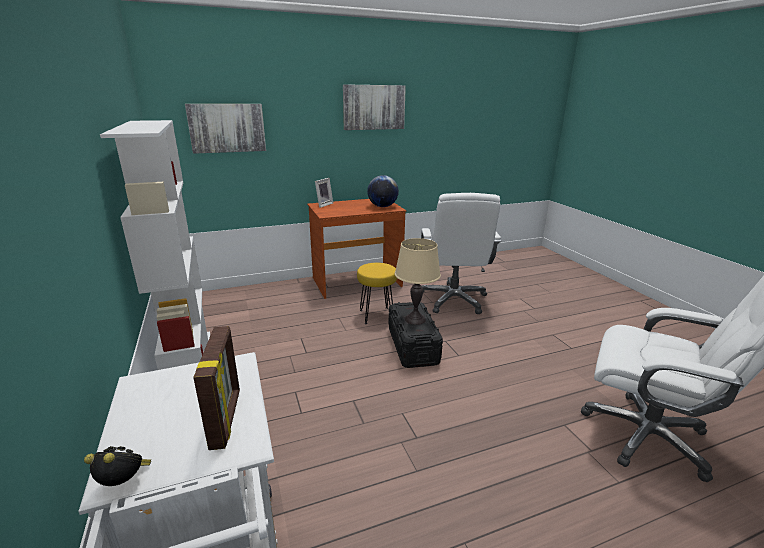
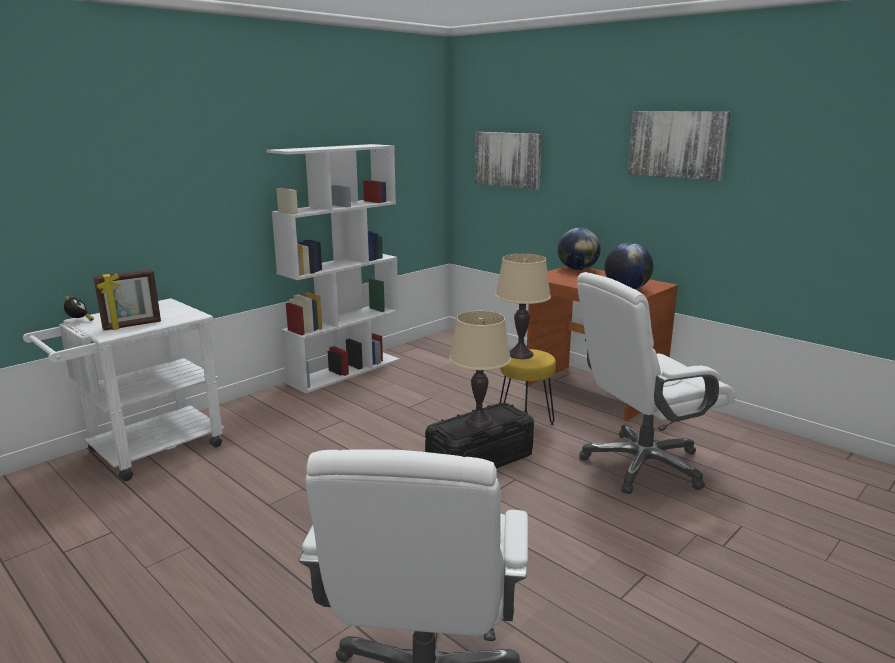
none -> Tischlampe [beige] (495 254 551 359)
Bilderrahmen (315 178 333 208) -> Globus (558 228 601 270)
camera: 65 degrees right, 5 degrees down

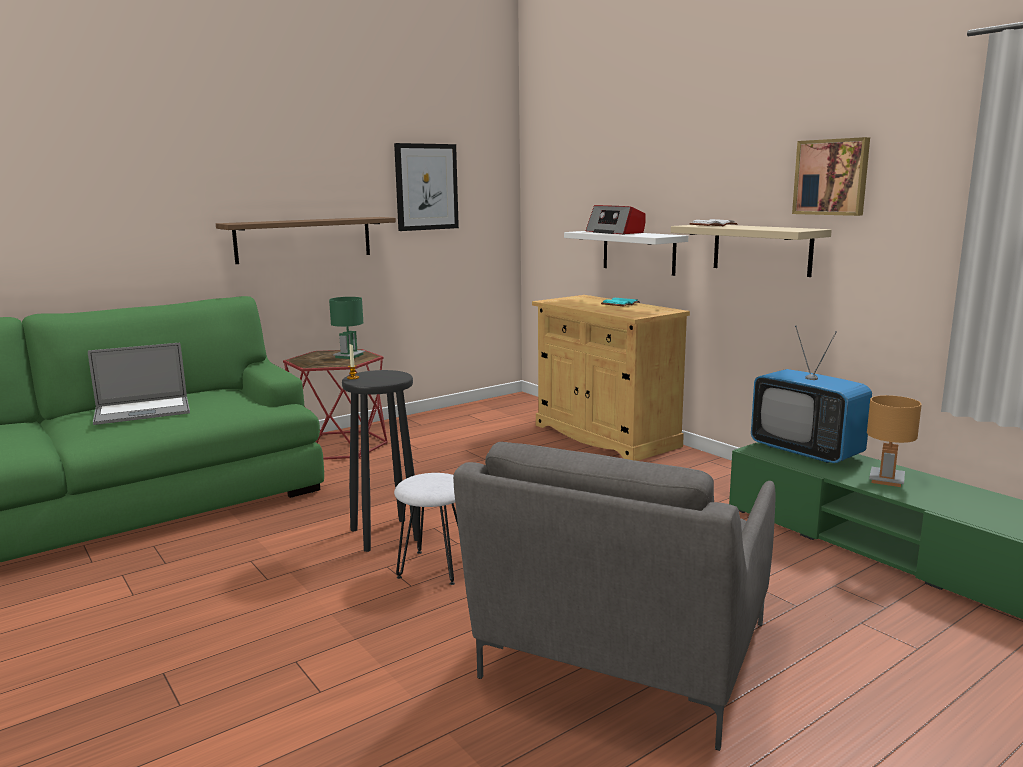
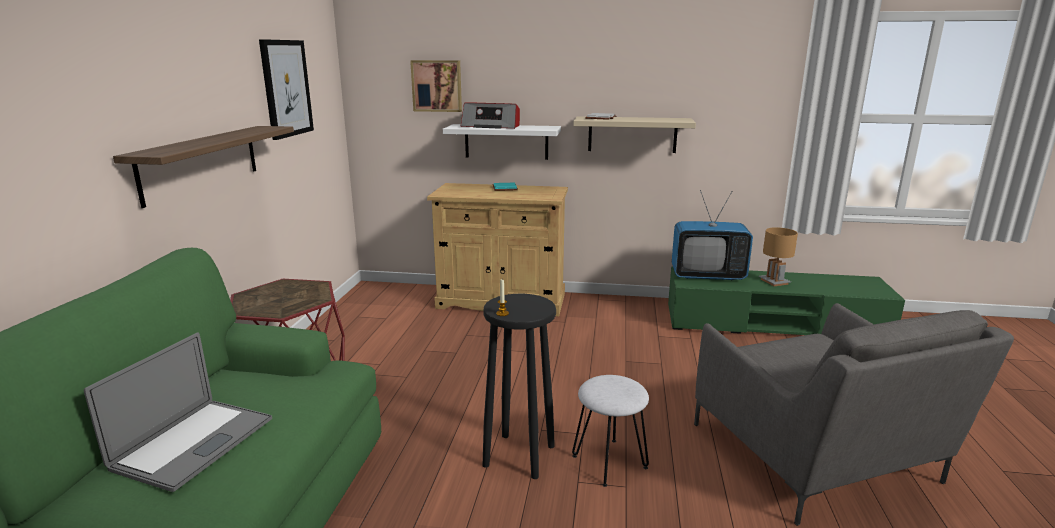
Bild (792 137 870 216) -> Bild (410 60 462 112), shifted
Tischlampe [grün] (329 297 365 359) -> none
camera: 45 degrees left, 5 degrees up

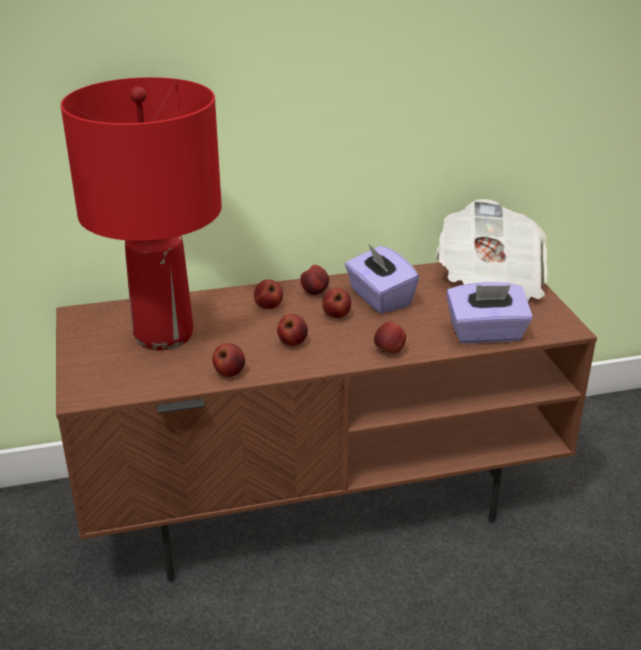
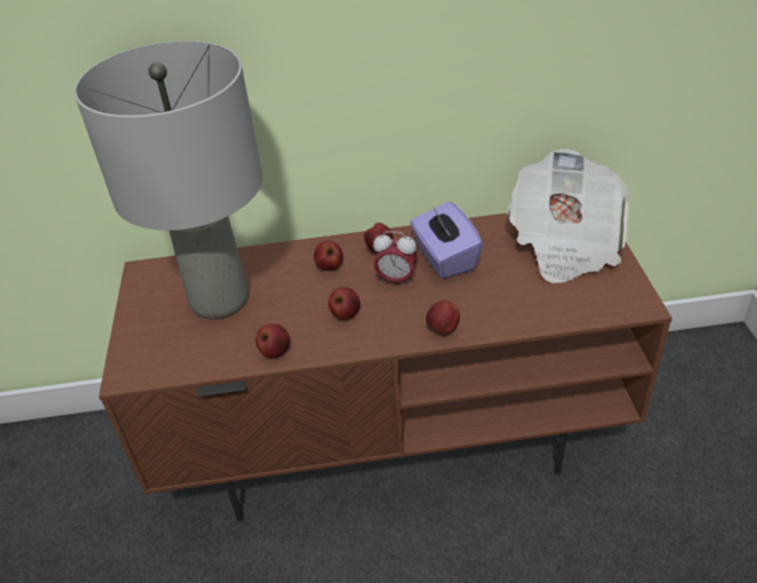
Tischlampe [rot] (61 77 222 350) -> Tischlampe [grau] (74 41 263 320)
Apfel (322 288 351 318) -> Wecker (373 231 418 286)
Taschentuchbox [lila] (446 282 533 343) -> none
camera: 10 degrees right, 10 degrees up

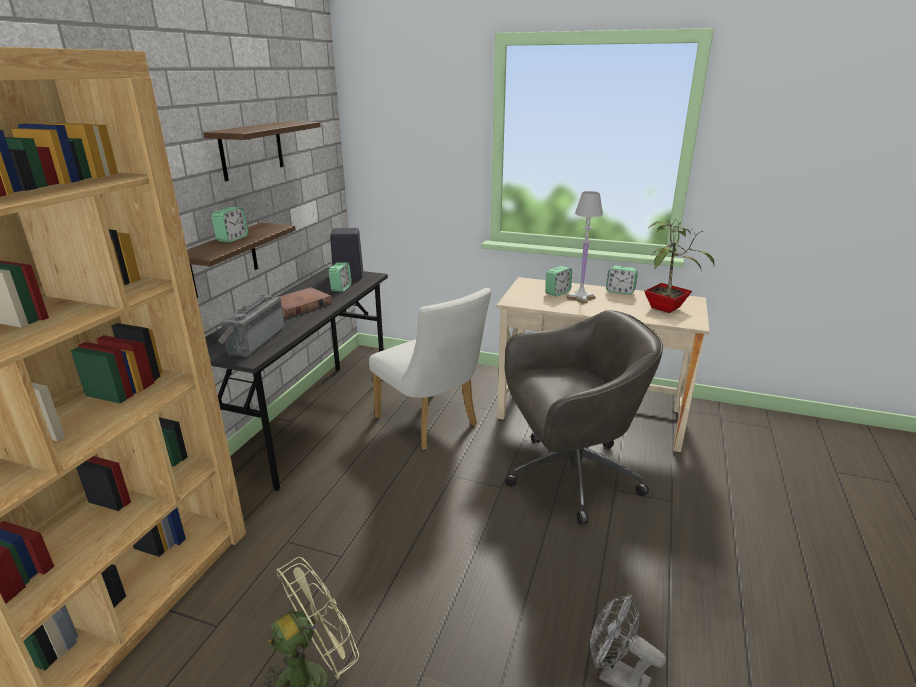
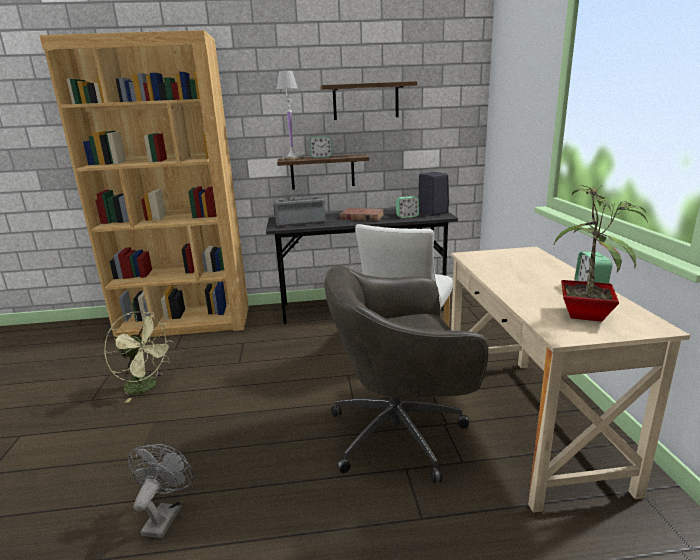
Tischlampe [weiß] (566 191 603 303) -> Tischlampe [weiß] (277 71 304 160), shifted
Bürostuhl [grau] (505 310 663 524) -> Bürostuhl [grau] (324 266 489 483), 120 degrees clockwise
Wecker (545 266 572 296) -> none
camera: 65 degrees right, 5 degrees down

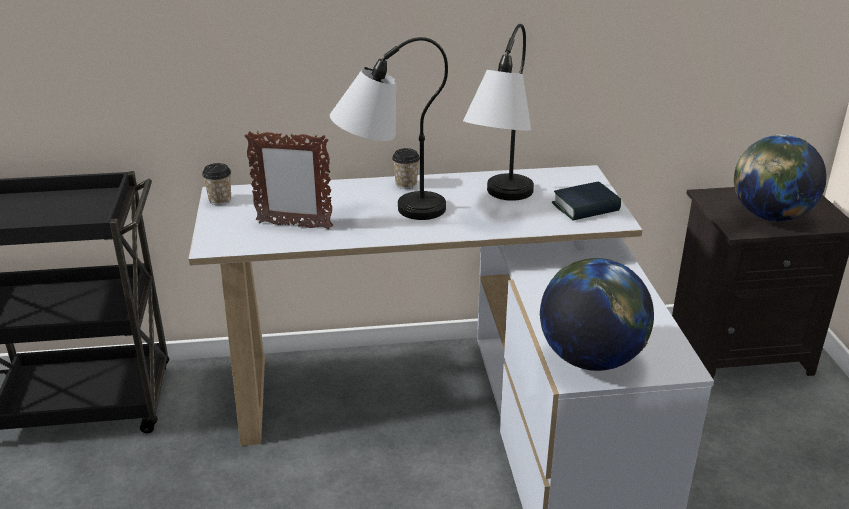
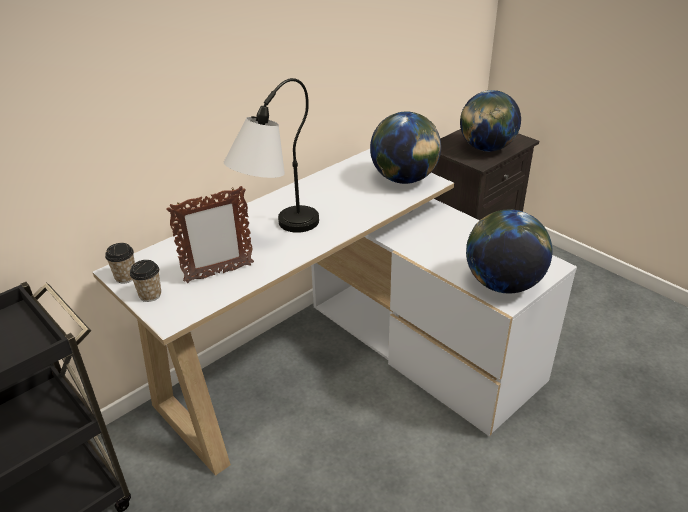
Tasse (392 148 420 189) -> Tasse (130 260 161 302), shifted
Buch (552 182 621 221) -> Globus (370 111 441 184)
Tischlampe (463 24 534 201) -> none
camera: 35 degrees left, 5 degrees up

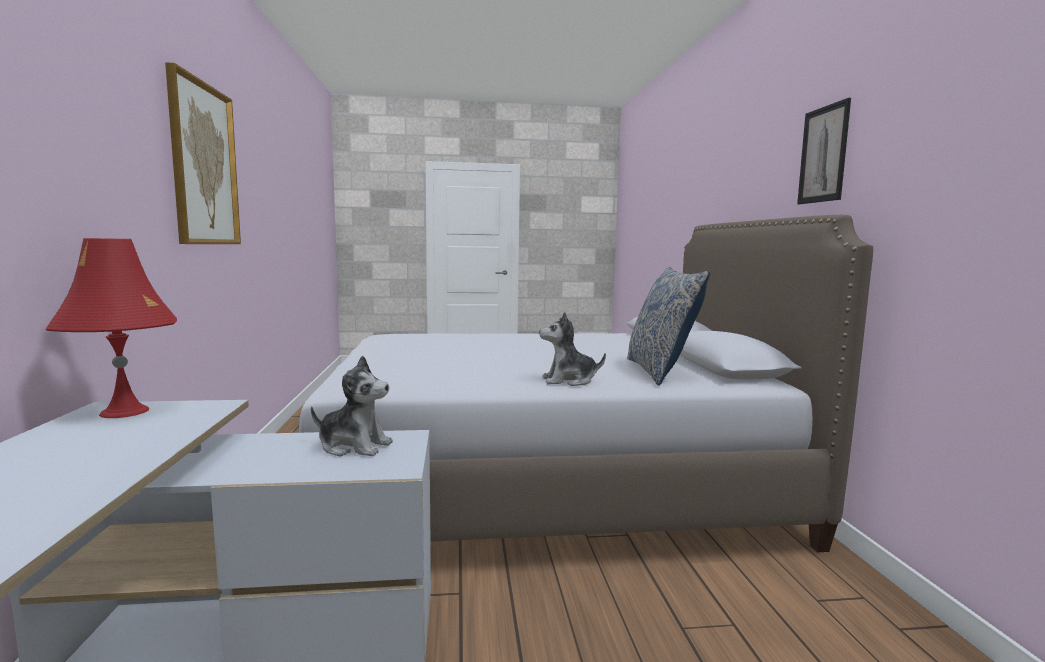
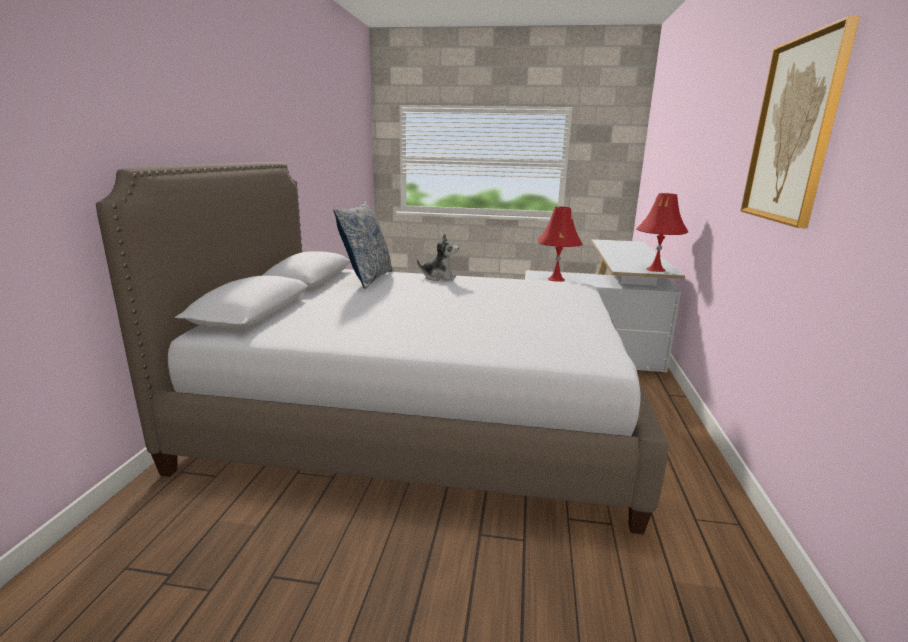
Plüschtier (311 356 393 456) -> Tischlampe [rot] (538 207 583 282)
Bild (797 98 851 204) -> none
camera: 165 degrees left, 10 degrees up

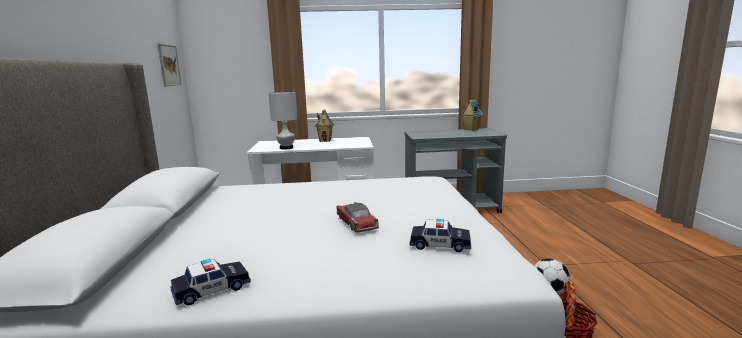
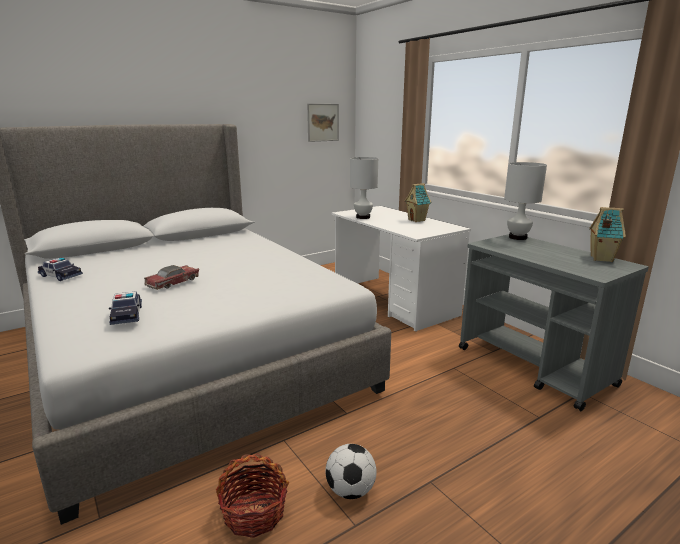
none -> Tischlampe [weiß] (505 162 547 240)
camera: 60 degrees right, 5 degrees up

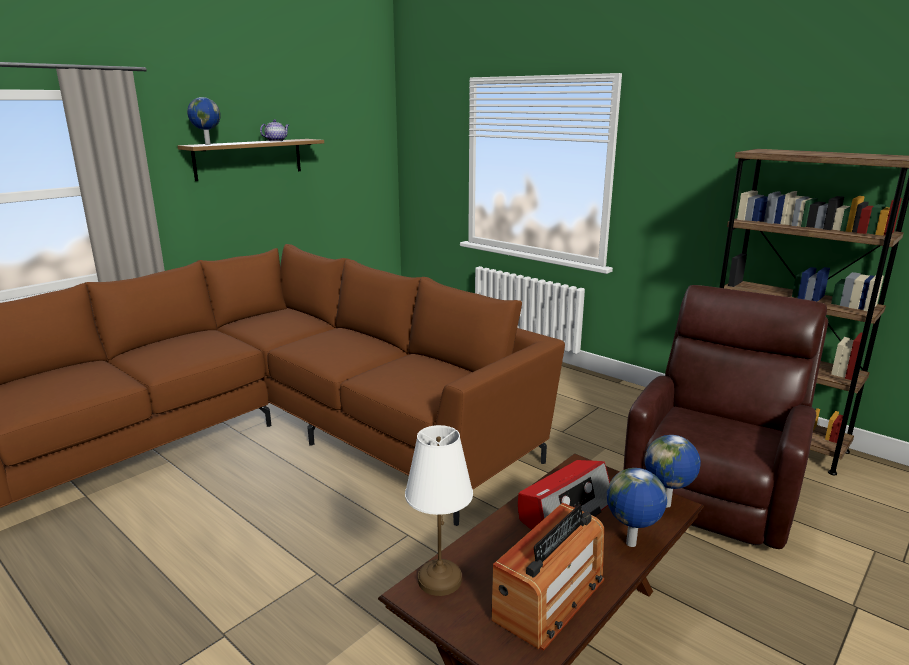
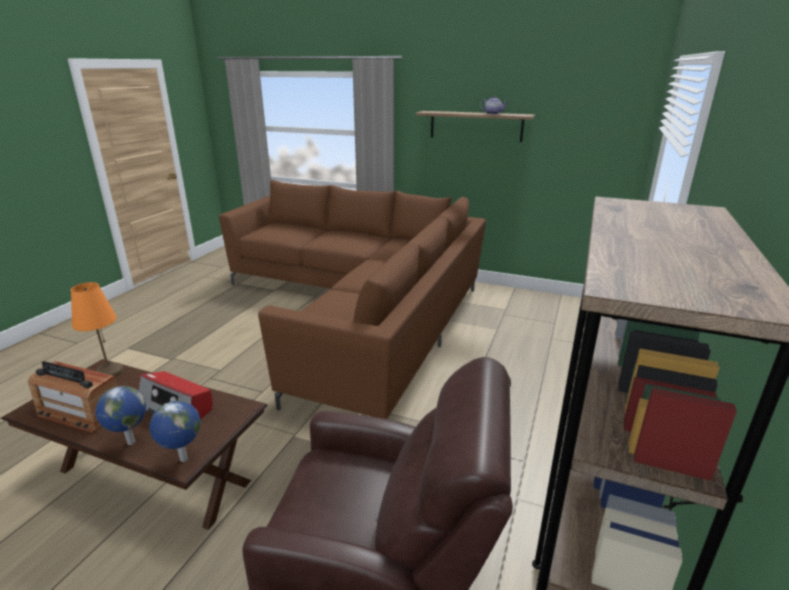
Tischlampe [weiß] (405 425 473 596) -> Tischlampe [orange] (71 282 124 377)
Globus (187 97 221 145) -> none
camera: 70 degrees right, 5 degrees up

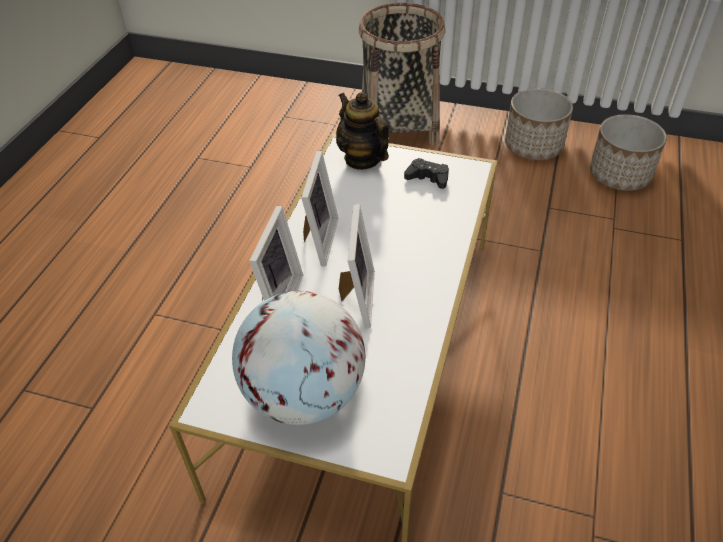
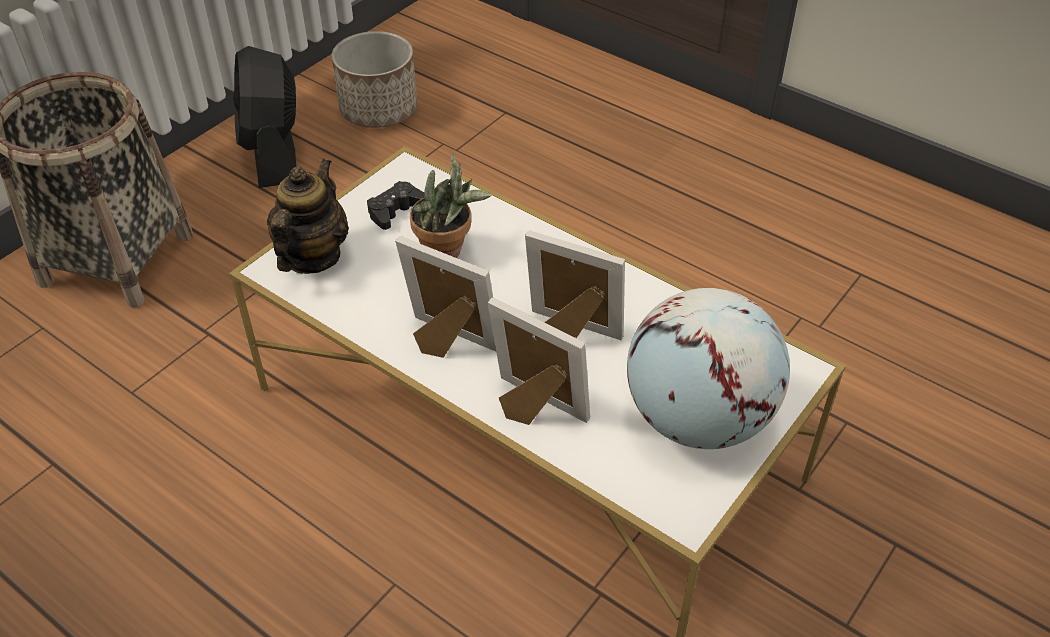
Pflanzkübel (505 88 573 160) -> Ventilator [schwarz] (233 46 296 188)
Teekanne (336 92 389 170) -> Teekanne (267 158 349 274), 120 degrees clockwise
none -> Topfpflanze (410 152 492 258)
camera: 70 degrees left, 0 degrees up

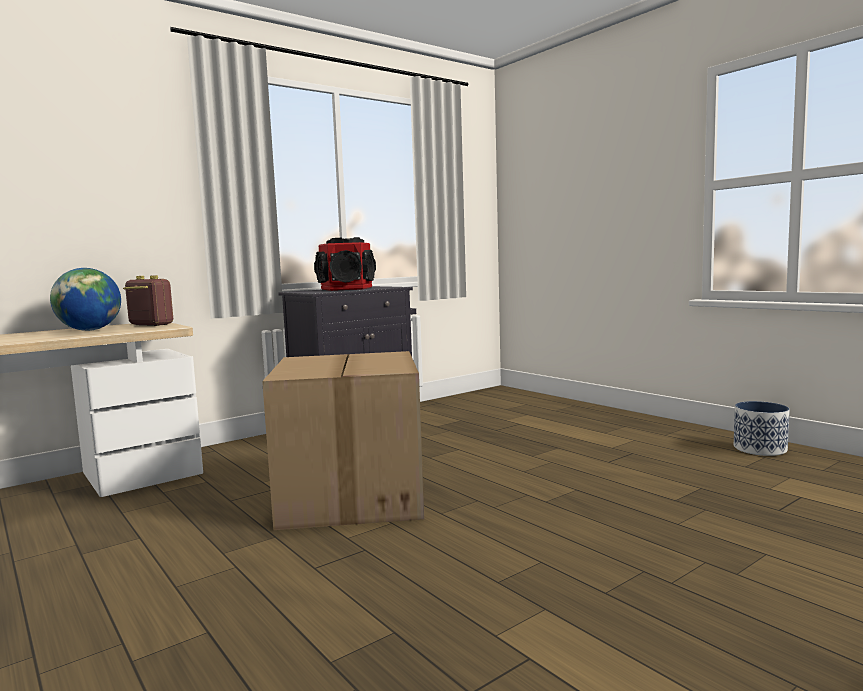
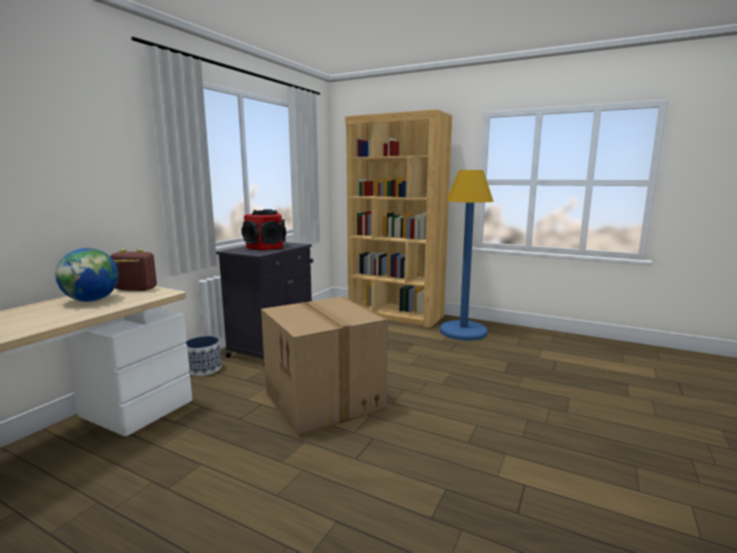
Pflanzkübel (734 401 789 456) -> Pflanzkübel (185 336 222 376), shifted
none -> Bücherregal [braun] (345 109 452 328)
none -> Stehlampe [blau] (440 170 493 341)
camera: 25 degrees left, 5 degrees up

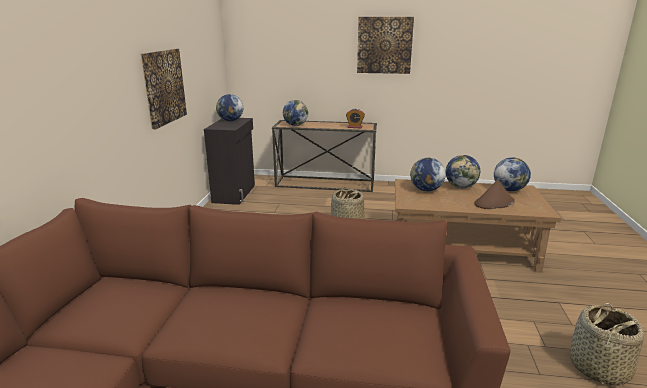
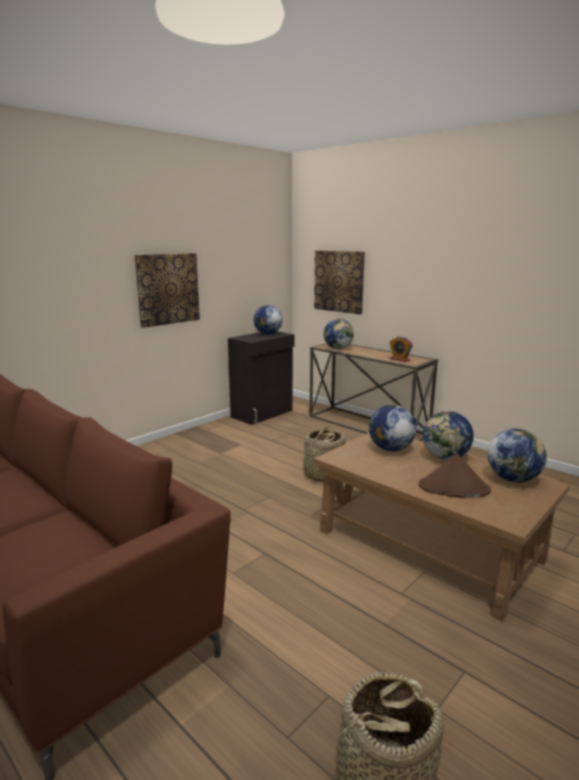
Bild (357 17 414 74) -> Bild (314 250 365 314), shifted
camera: 35 degrees right, 5 degrees down

